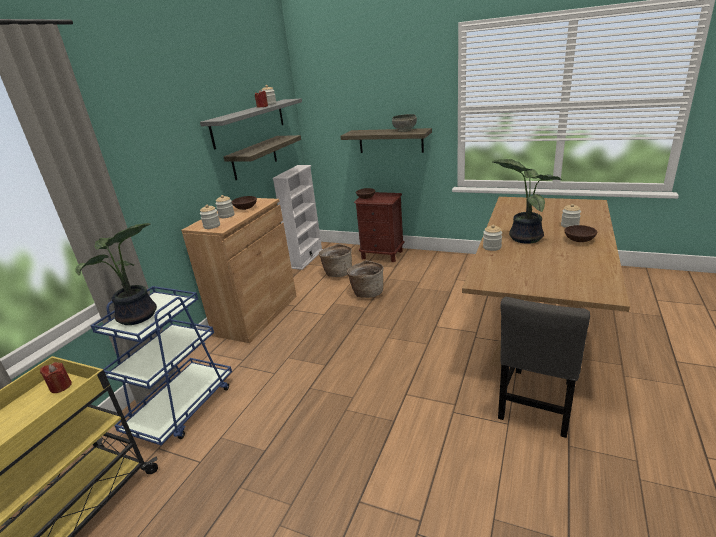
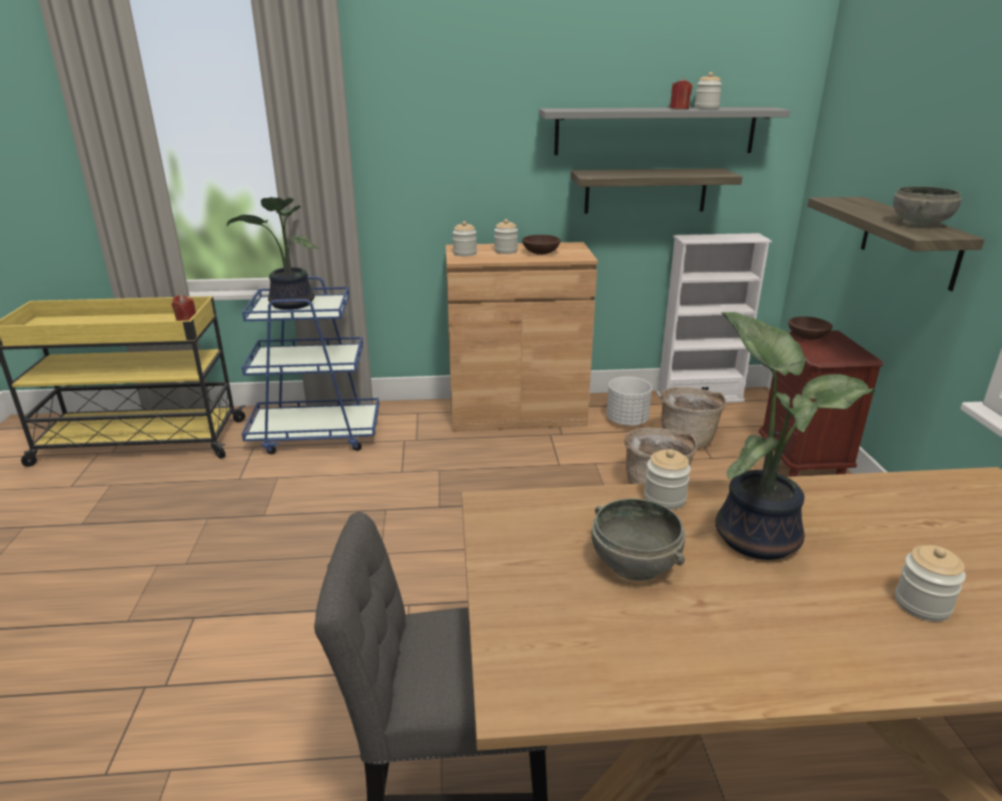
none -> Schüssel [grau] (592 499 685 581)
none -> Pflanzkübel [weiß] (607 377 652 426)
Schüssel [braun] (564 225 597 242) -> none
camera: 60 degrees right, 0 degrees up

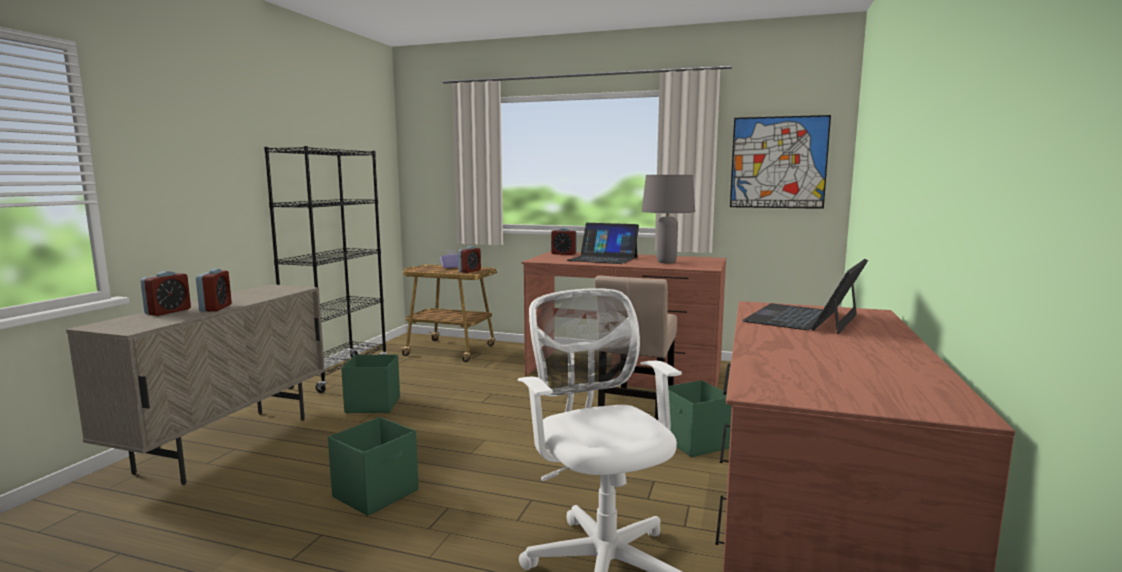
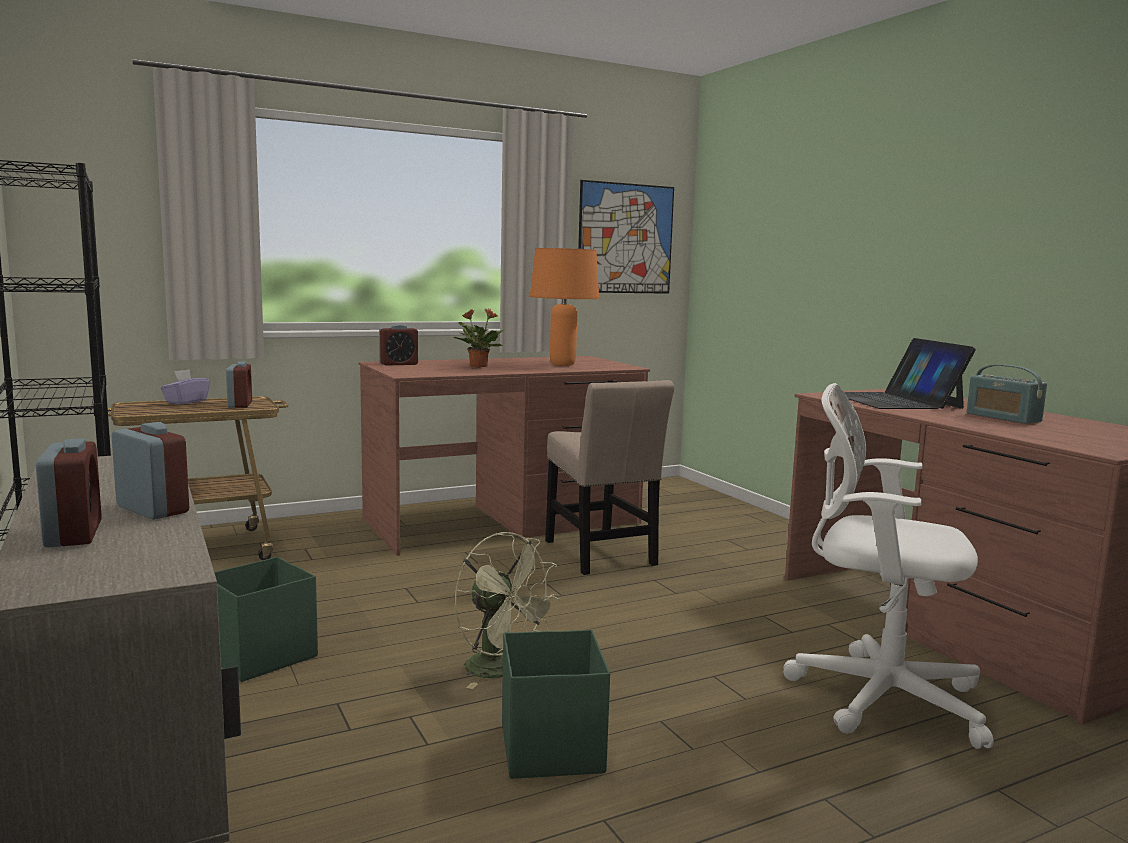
Laptop (567 223 639 264) -> Topfpflanze (453 308 504 368)
none -> Ventilator [grün] (455 532 560 689)
Tischlampe [grau] (642 175 695 264) -> Tischlampe [orange] (530 248 599 366)
none -> Radio (967 364 1047 424)
Aufbewahrungsbox [grün] (668 380 732 457) -> none
camera: 45 degrees left, 0 degrees up

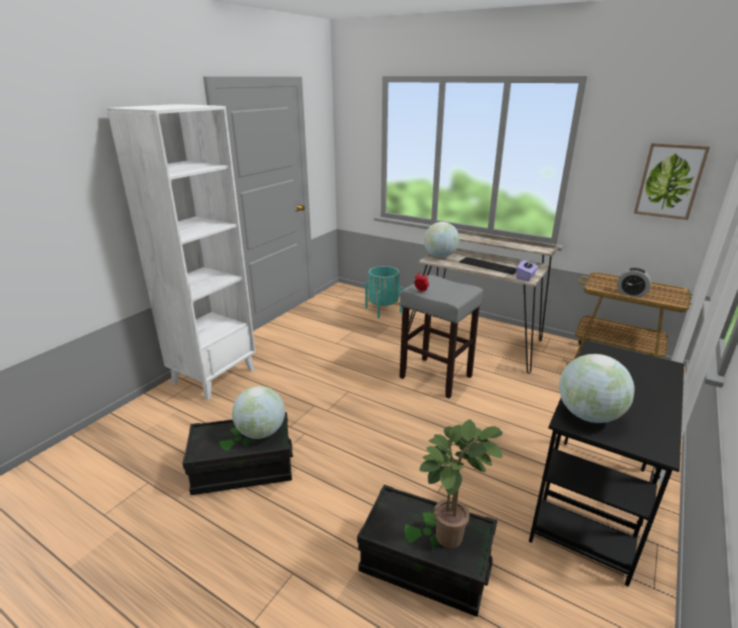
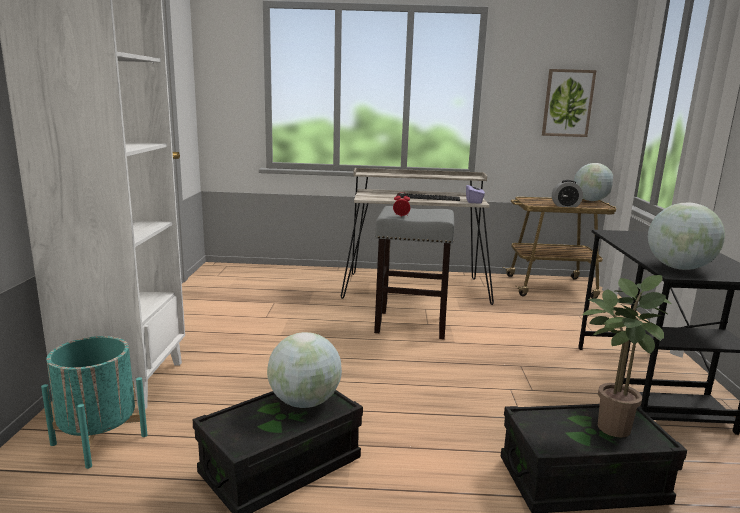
Pflanzkübel [türkis] (365 266 403 318) -> Pflanzkübel [türkis] (41 336 147 469), shifted
Globus (424 222 460 258) -> Globus (574 163 613 201), shifted
camera: 30 degrees left, 10 degrees down

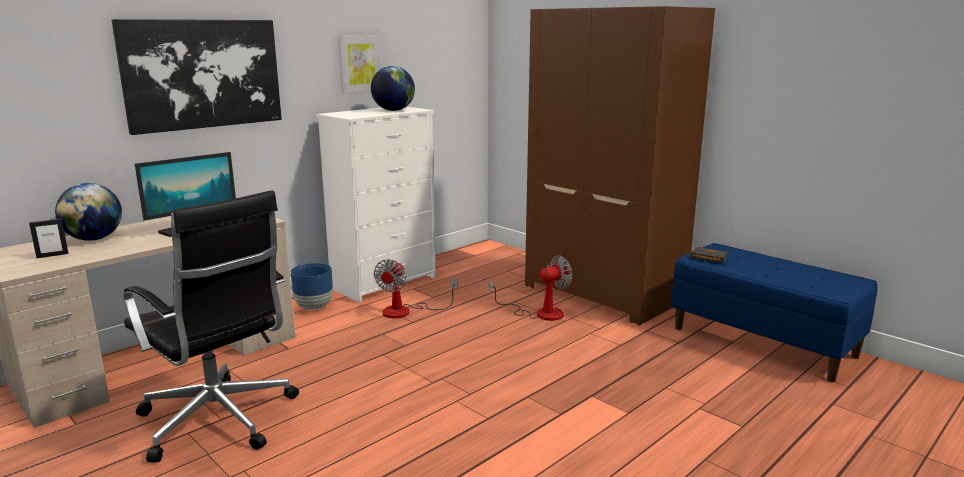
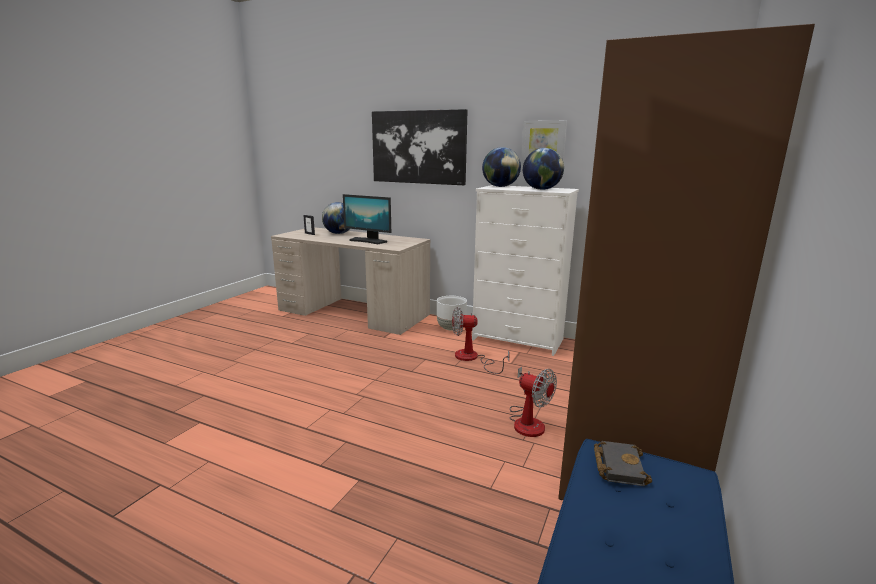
Pflanzkübel [blau] (291 263 333 310) -> Pflanzkübel [weiß] (437 296 467 331)
none -> Globus (482 147 521 187)
Bürostuhl [schwarz] (123 190 299 463) -> none
camera: 70 degrees right, 0 degrees up

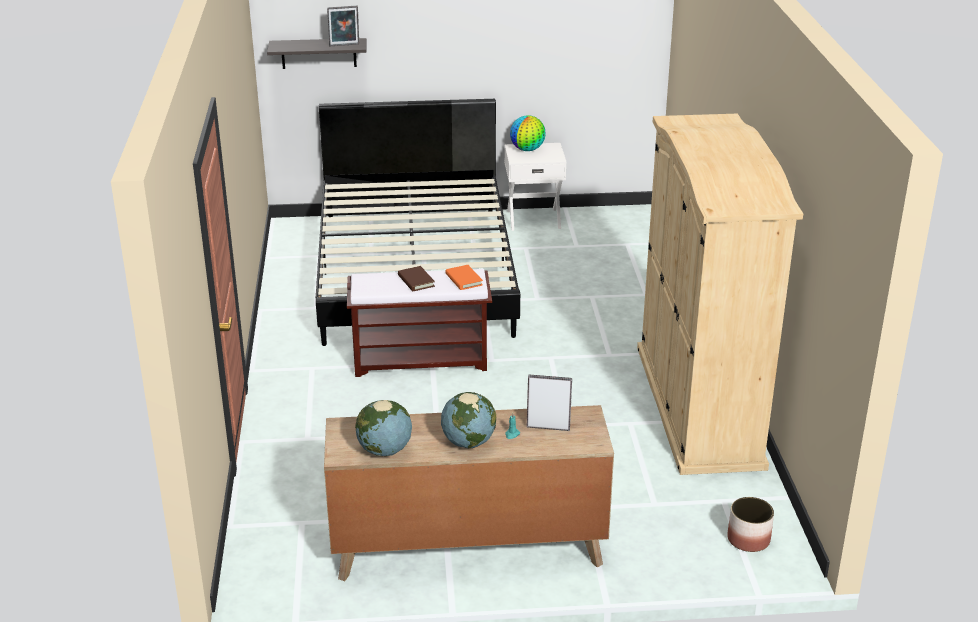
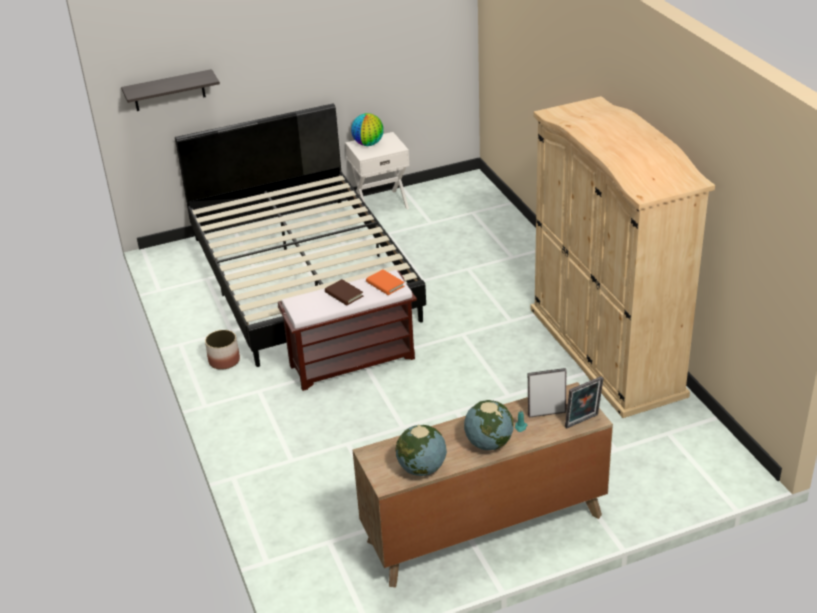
Pflanzkübel (727 497 774 552) -> Pflanzkübel (205 330 240 370), shifted
Bilderrahmen (327 6 359 46) -> Bilderrahmen (565 376 604 428), shifted
camera: 15 degrees left, 5 degrees up

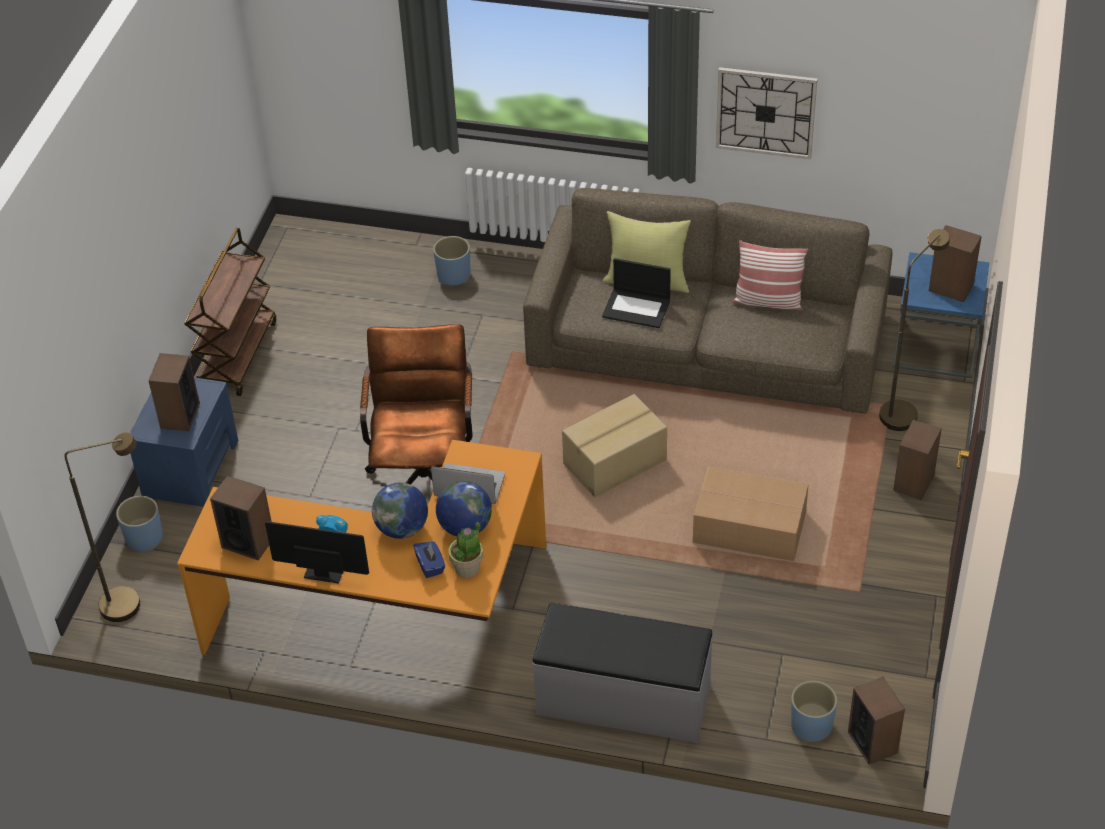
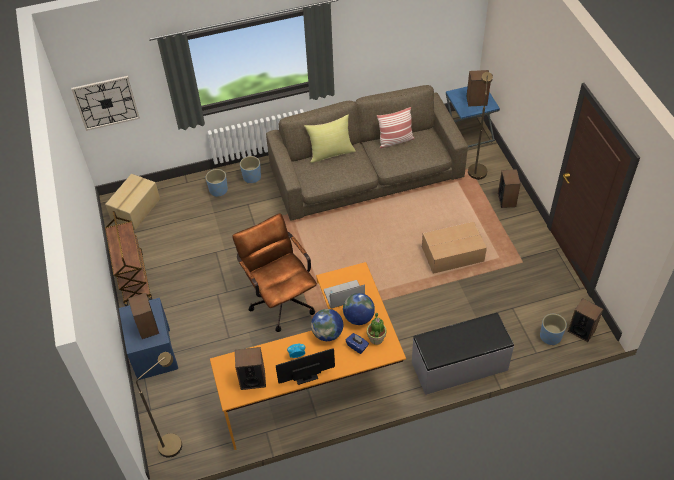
Wanduhr (716 67 818 159) -> Wanduhr (71 76 140 131), shifted
Karton (562 394 667 497) -> Karton (105 174 160 230), shifted
Pflanzkübel [blau] (116 496 163 551) -> Pflanzkübel [blau] (240 156 261 183), shifted
Laptop (602 258 671 328) -> none
camera: 30 degrees left, 5 degrees up

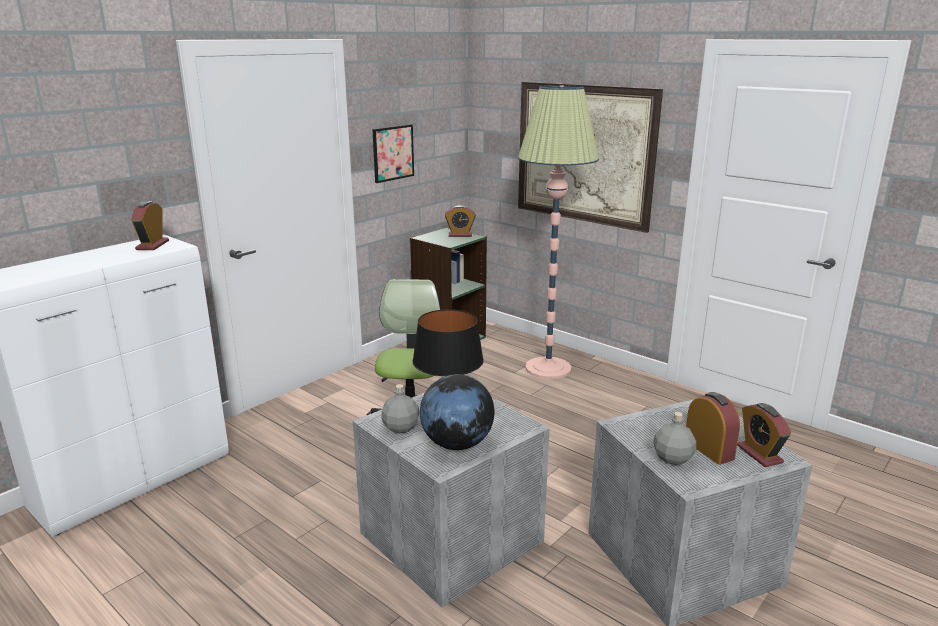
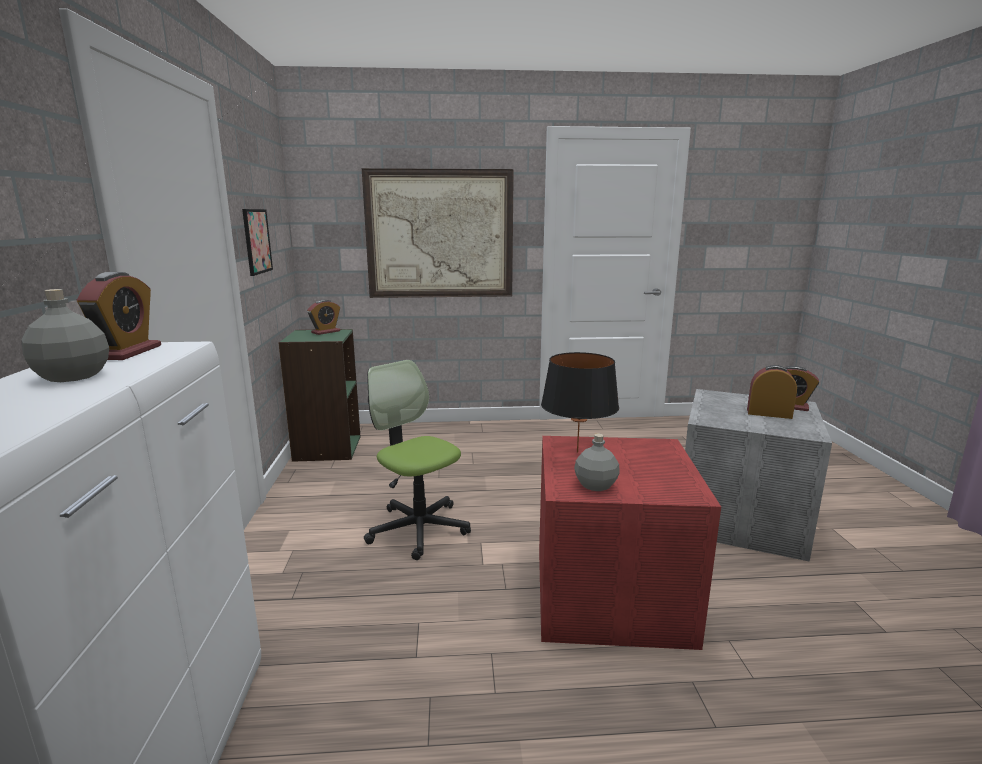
Flasche [grau] (653 412 696 465) -> Flasche [grau] (21 289 109 382), shifted
Wecker (131 201 169 250) -> Wecker (77 272 161 360), 135 degrees counterclockwise
Aufbewahrungsbox [grau] (353 393 550 607) -> Aufbewahrungsbox [rot] (539 436 721 650)
Globus (420 374 495 450) -> none
Stehlampe (518 85 599 379) -> none
camera: 45 degrees left, 5 degrees down

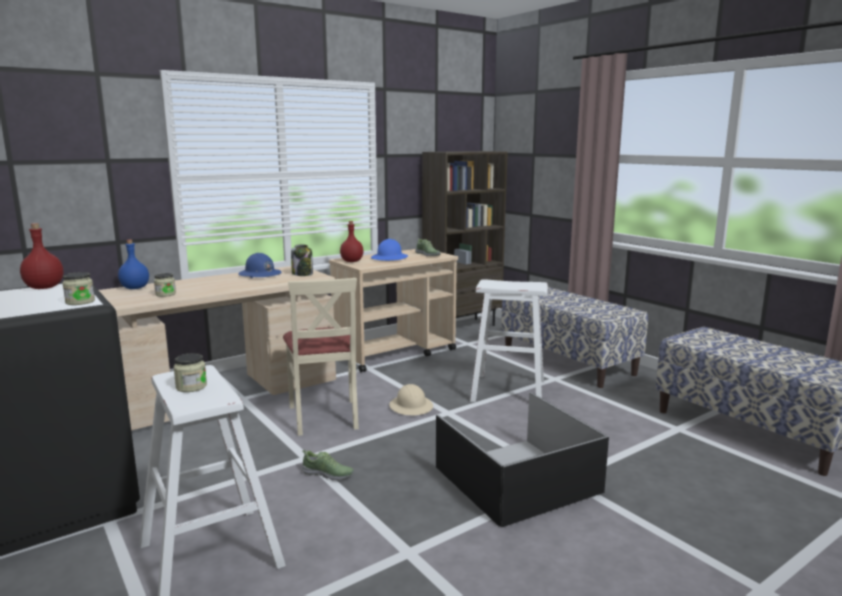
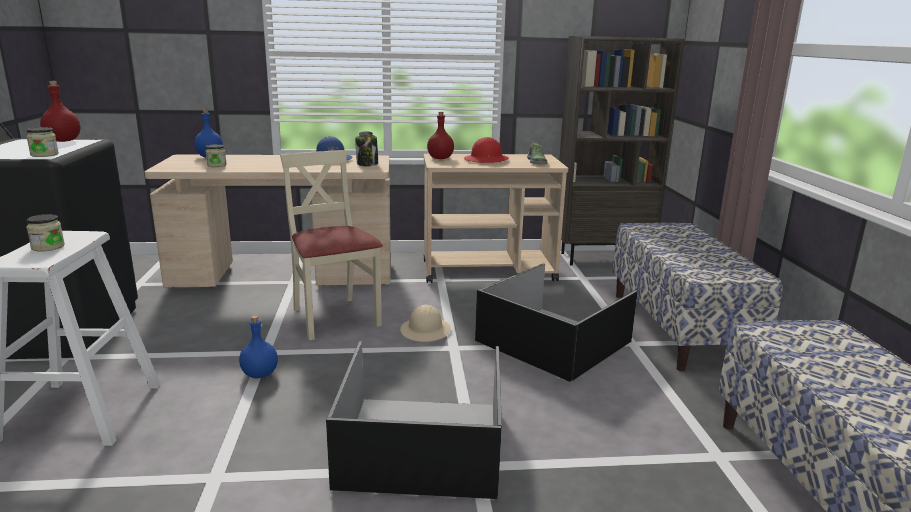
Schuh (302 450 354 480) -> Flasche [blau] (239 316 278 379)
Stuhl [beige] (283 278 359 436) -> Stuhl [beige] (280 150 383 340), 135 degrees clockwise
Schutzhelm [blau] (371 239 408 261) -> Schutzhelm [rot] (464 137 509 163)
Hocker [weiß] (470 279 548 402) -> Aufbewahrungsbox [schwarz] (475 263 638 382)
camera: 30 degrees right, 5 degrees up

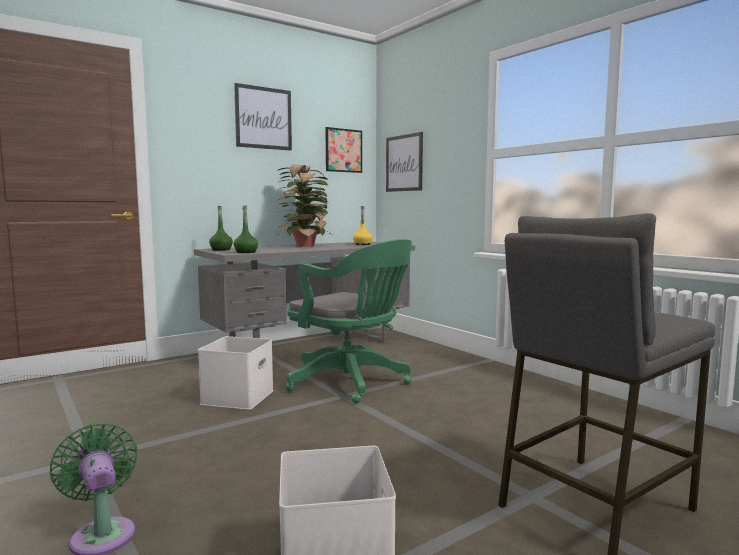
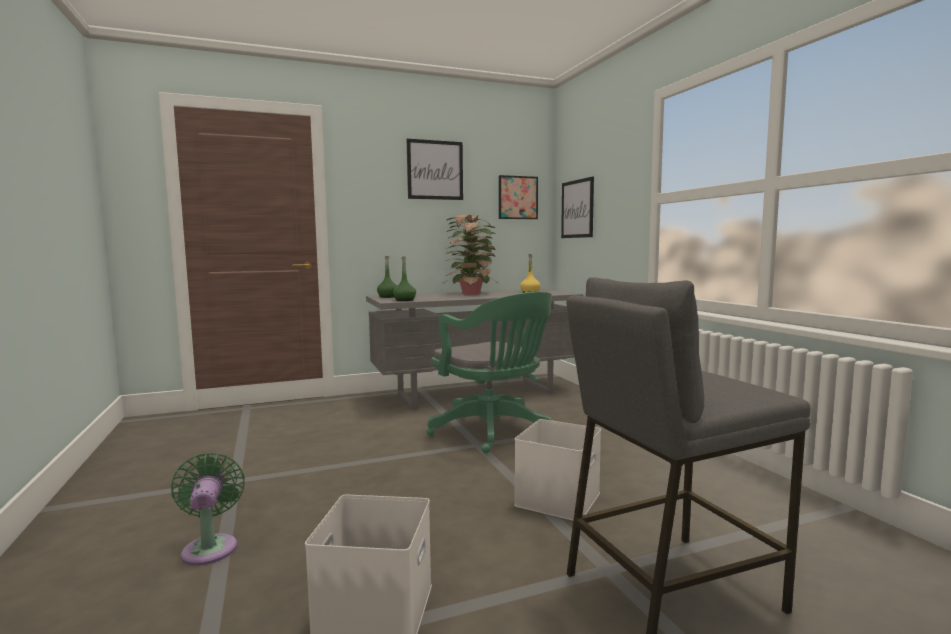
Aufbewahrungsbox [weiß] (198 336 274 410) -> Aufbewahrungsbox [weiß] (514 419 601 521), shifted
camera: 15 degrees right, 0 degrees up

